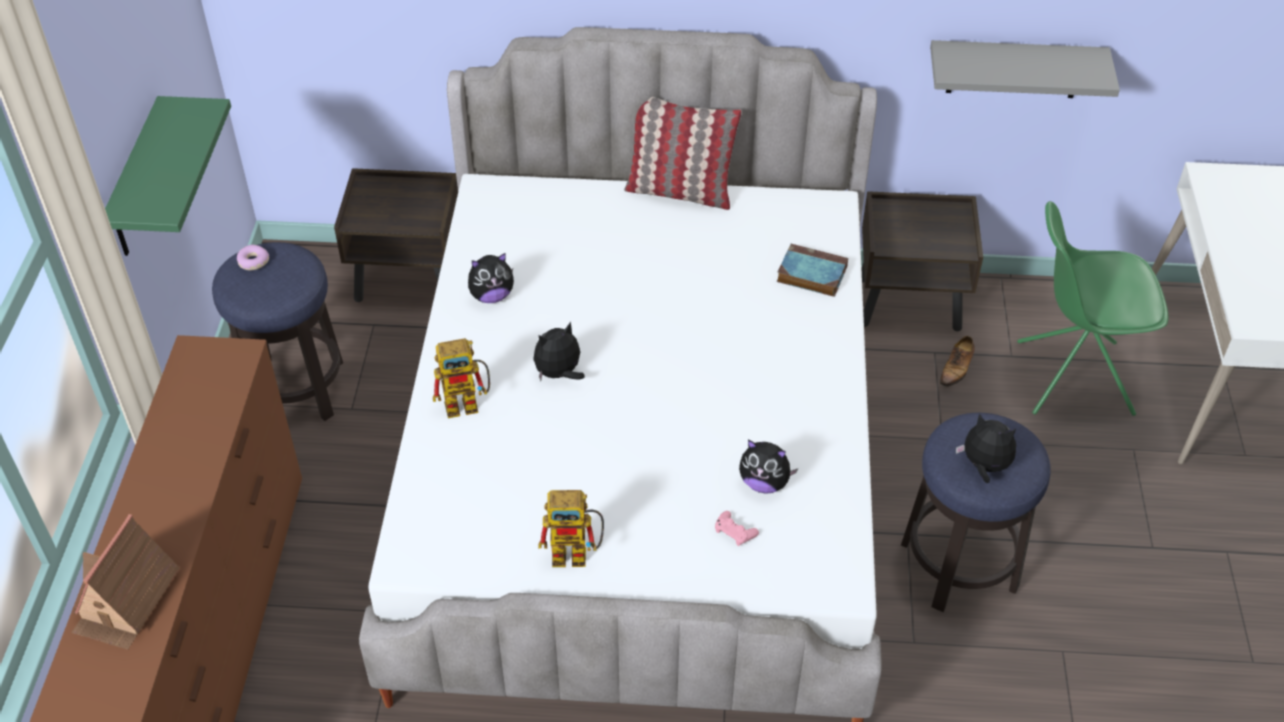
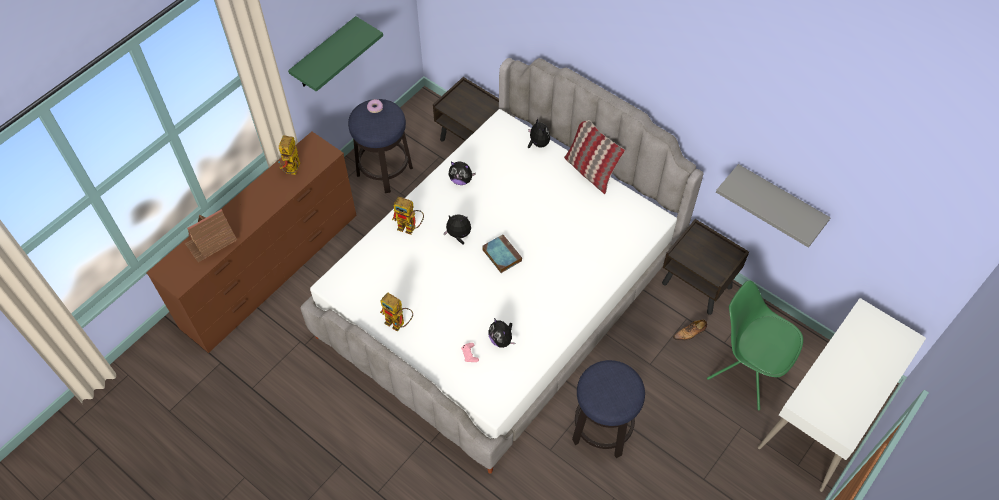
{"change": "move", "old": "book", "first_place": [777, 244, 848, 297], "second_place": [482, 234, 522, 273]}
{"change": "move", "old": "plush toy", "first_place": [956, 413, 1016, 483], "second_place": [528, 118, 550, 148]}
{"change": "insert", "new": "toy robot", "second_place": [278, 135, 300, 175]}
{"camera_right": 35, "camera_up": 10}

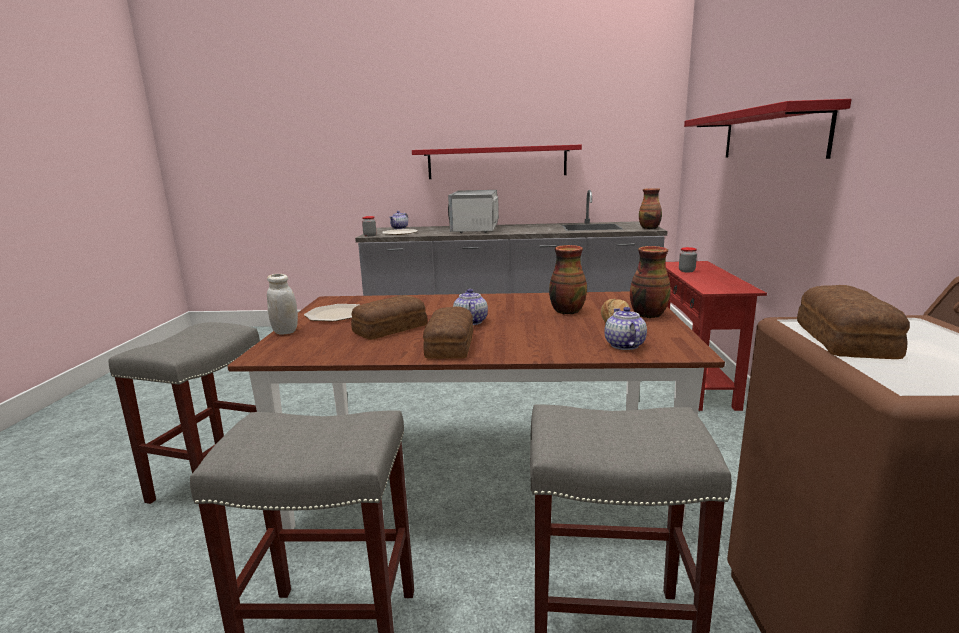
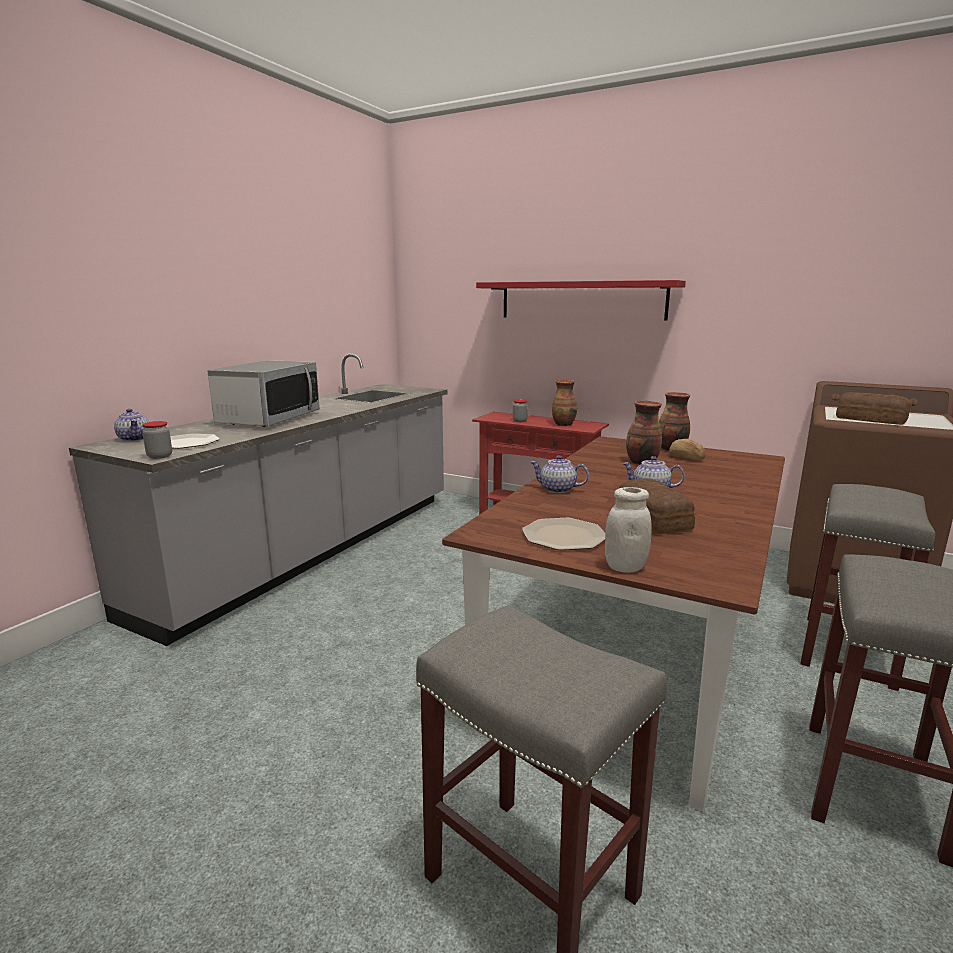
{"change": "delete", "old": "shelf/red", "first_place": [412, 145, 582, 179]}
{"change": "delete", "old": "bread", "first_place": [423, 306, 473, 359]}
{"change": "rotate", "old": "microwave", "first_place": [448, 190, 499, 233], "second_place": [207, 360, 320, 427], "degrees": -105}
{"change": "move", "old": "teapot", "first_place": [604, 307, 647, 350], "second_place": [530, 455, 589, 493]}
{"change": "move", "old": "vase", "first_place": [639, 188, 662, 229], "second_place": [552, 380, 577, 426]}
{"camera_right": -65, "camera_up": 0}

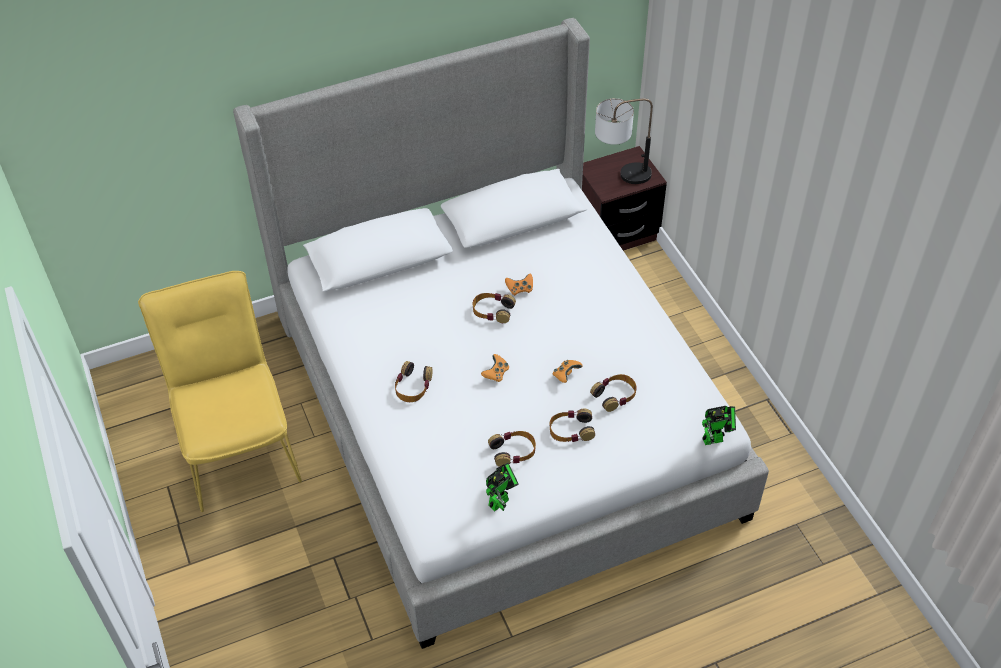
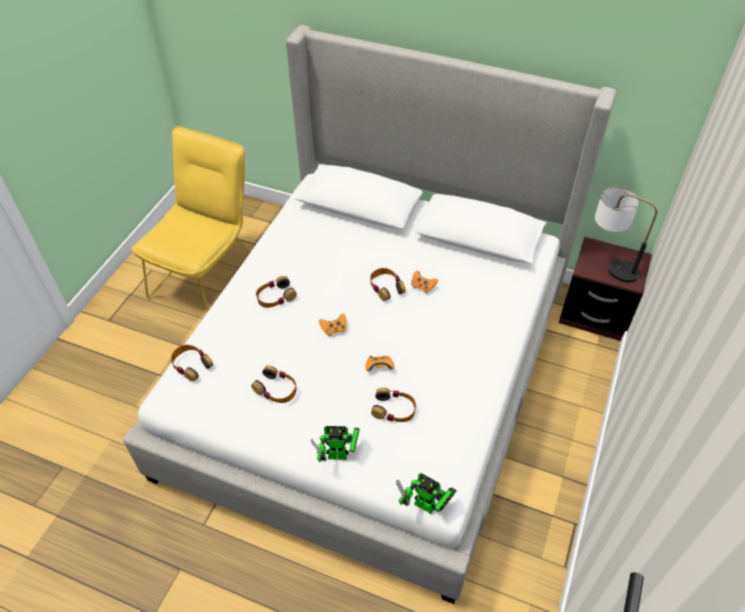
{"change": "move", "old": "toy robot", "first_place": [486, 463, 519, 511], "second_place": [311, 426, 360, 462]}
{"change": "move", "old": "headphones", "first_place": [550, 408, 595, 442], "second_place": [171, 345, 213, 382]}
{"camera_right": 45, "camera_up": 0}

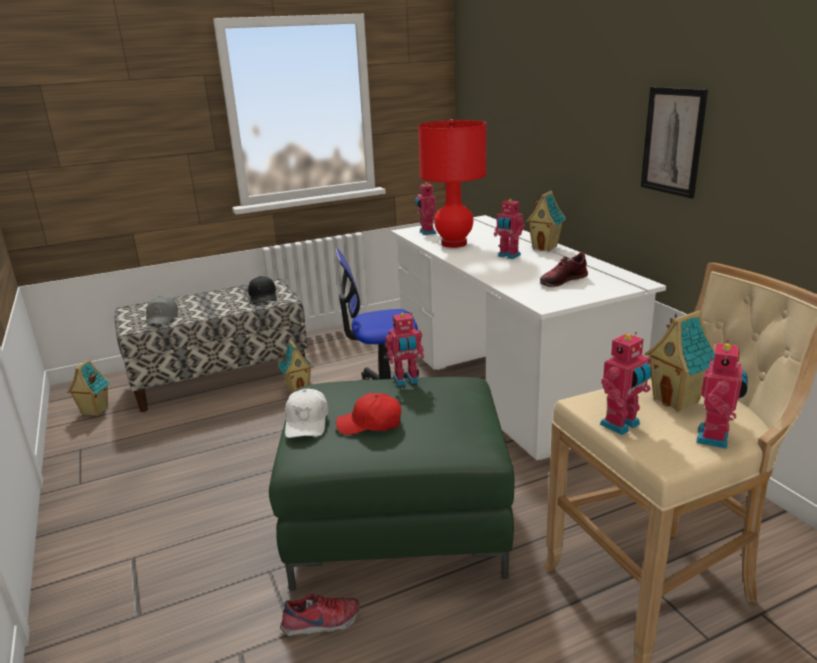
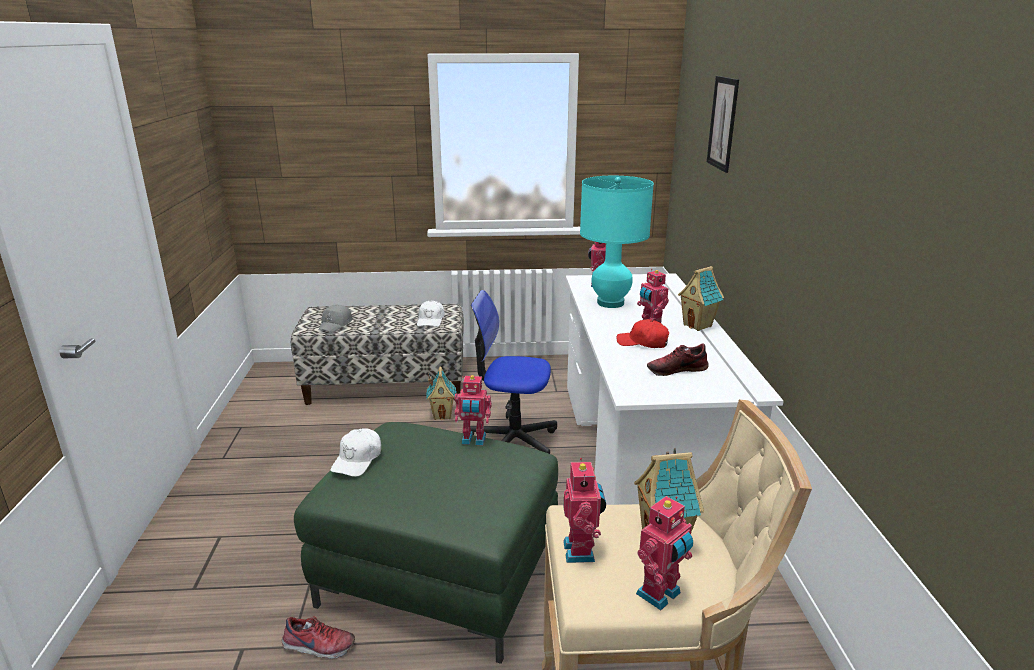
{"change": "delete", "old": "toy house", "first_place": [67, 359, 110, 416]}
{"change": "recolor", "old": "cap/black", "new": "cap/white", "first_place": [248, 276, 277, 304], "second_place": [417, 300, 444, 327]}
{"change": "move", "old": "cap/red", "first_place": [336, 393, 401, 435], "second_place": [617, 319, 669, 348]}
{"change": "recolor", "old": "table lamp/red", "new": "table lamp/turquoise", "first_place": [418, 119, 486, 248], "second_place": [580, 176, 654, 308]}
{"change": "rotate", "old": "toy robot", "first_place": [600, 332, 652, 435], "second_place": [563, 458, 606, 563], "degrees": -75}
{"change": "move", "old": "picture", "first_place": [641, 87, 708, 199], "second_place": [707, 76, 739, 173]}
{"camera_right": 20, "camera_up": 0}

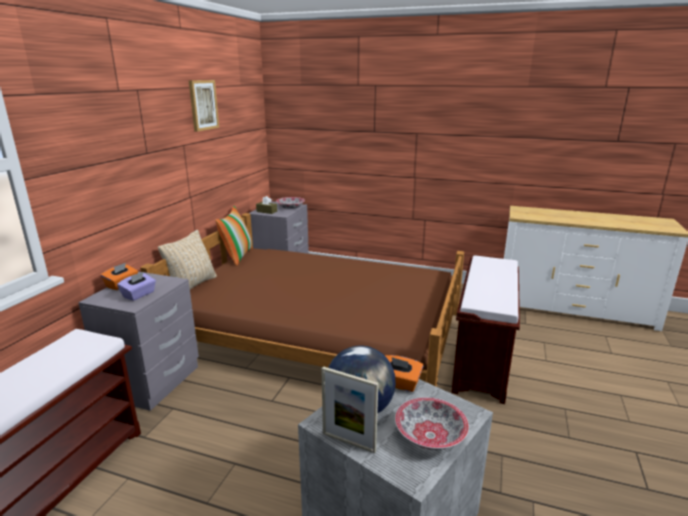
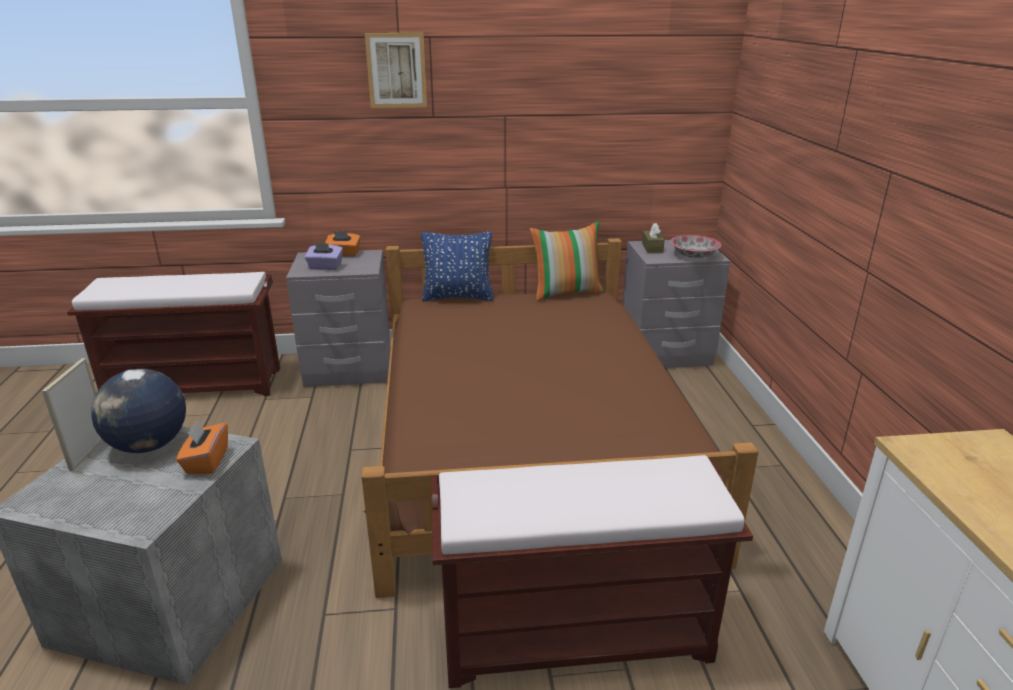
{"change": "recolor", "old": "pillow/beige", "new": "pillow/blue", "first_place": [158, 230, 217, 290], "second_place": [421, 231, 494, 301]}
{"change": "move", "old": "picture", "first_place": [189, 80, 219, 132], "second_place": [365, 33, 427, 108]}
{"change": "delete", "old": "bowl", "first_place": [395, 398, 469, 450]}
{"camera_right": 65, "camera_up": 5}

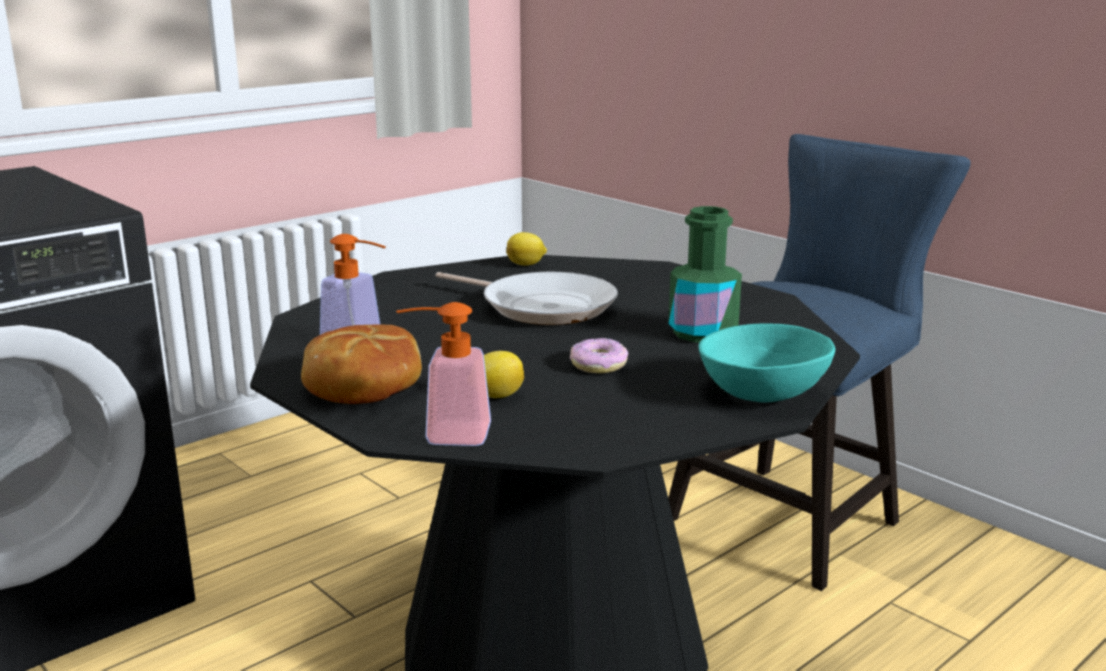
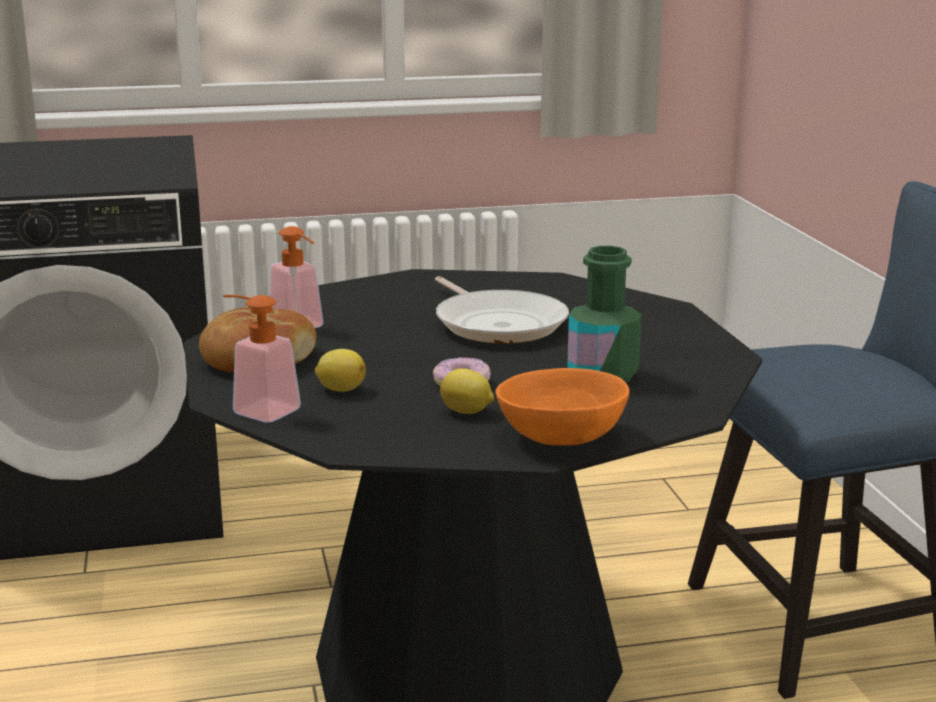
{"change": "move", "old": "lemon", "first_place": [506, 232, 547, 266], "second_place": [440, 369, 494, 414]}
{"change": "recolor", "old": "bowl/turquoise", "new": "bowl/orange", "first_place": [699, 324, 835, 402], "second_place": [496, 368, 629, 446]}
{"camera_right": 30, "camera_up": 0}

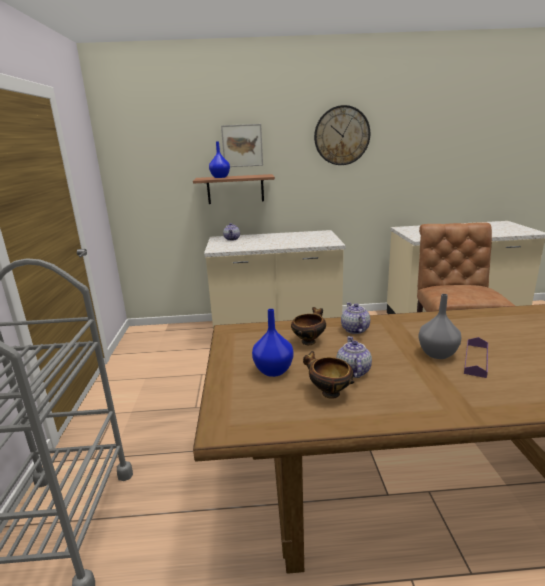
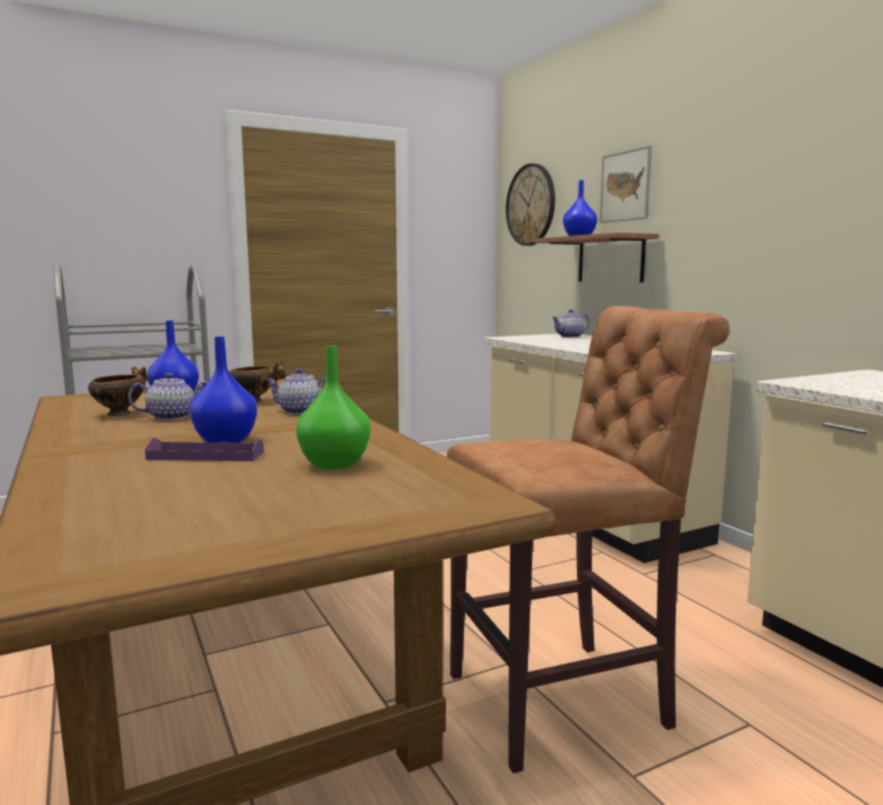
{"change": "move", "old": "wall clock", "first_place": [314, 105, 370, 165], "second_place": [506, 163, 555, 246]}
{"change": "rotate", "old": "teapot", "first_place": [341, 302, 370, 334], "second_place": [265, 369, 326, 414], "degrees": -135}
{"change": "recolor", "old": "vase/grey", "new": "vase/blue", "first_place": [418, 294, 461, 359], "second_place": [189, 337, 257, 443]}
{"change": "insert", "new": "vase/green", "second_place": [296, 346, 371, 470]}
{"camera_right": 65, "camera_up": -10}

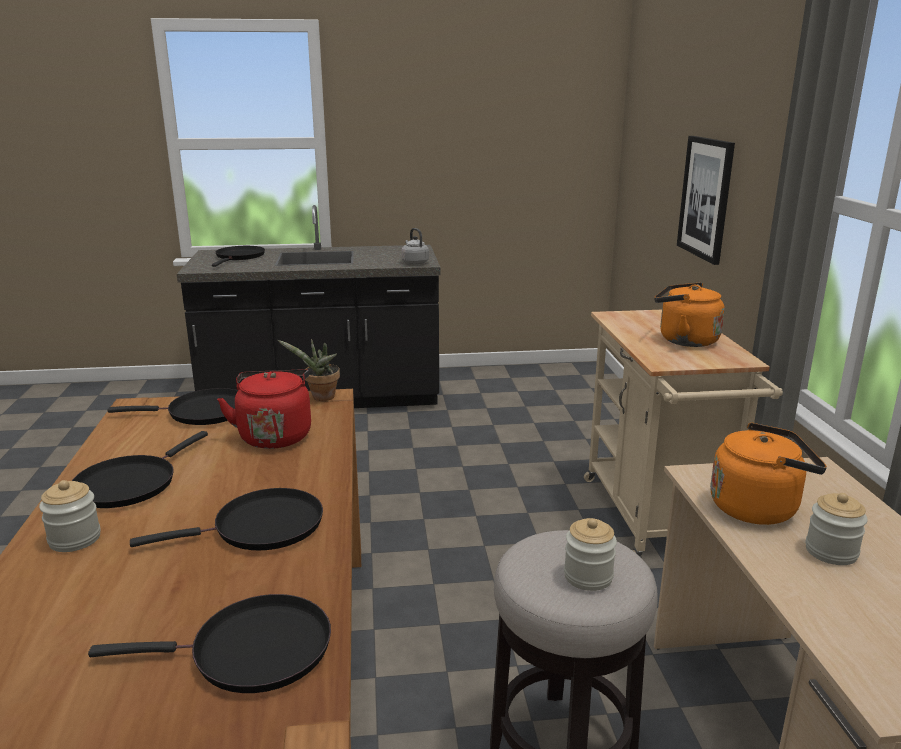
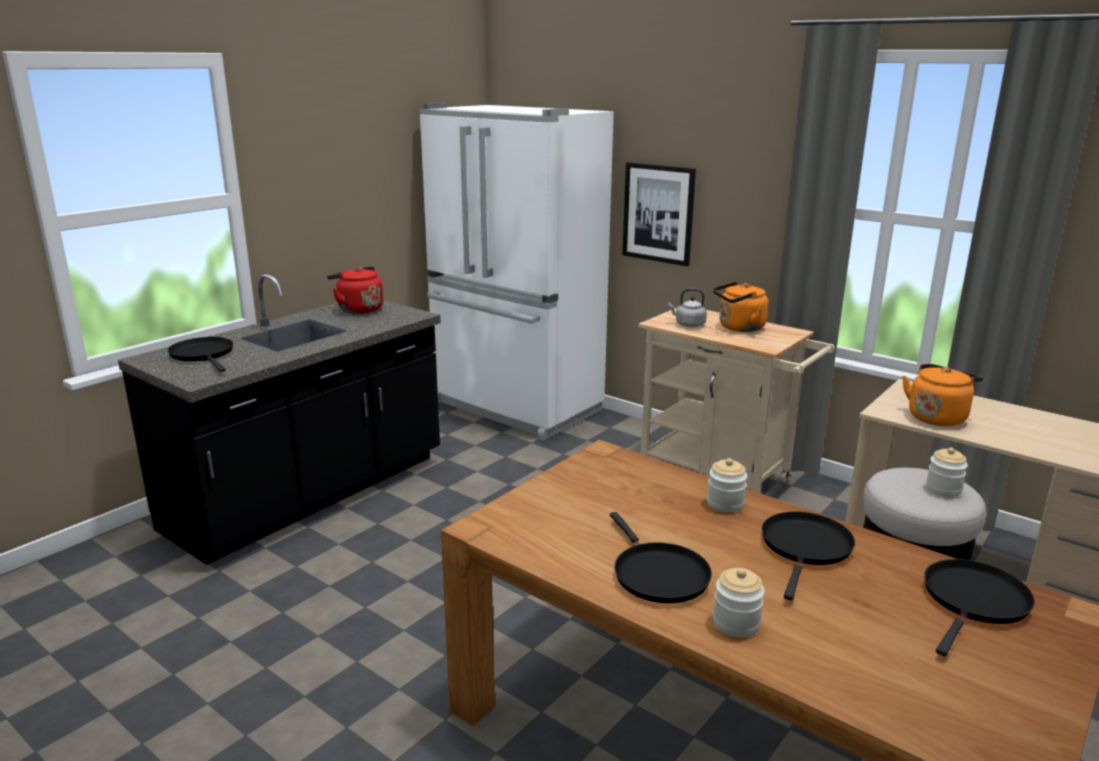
{"change": "delete", "old": "frying pan/black", "first_place": [107, 388, 238, 425]}
{"change": "move", "old": "kettle/red", "first_place": [217, 369, 311, 449], "second_place": [327, 267, 383, 314]}
{"change": "delete", "old": "potted plant", "first_place": [278, 339, 340, 401]}
{"change": "move", "old": "kettle/grey", "first_place": [401, 228, 429, 265], "second_place": [668, 289, 707, 327]}
{"change": "move", "old": "jar", "first_place": [806, 493, 868, 565], "second_place": [707, 458, 747, 513]}
{"change": "insert", "new": "fridge/white", "second_place": [419, 102, 614, 441]}
{"camera_right": -45, "camera_up": 0}

